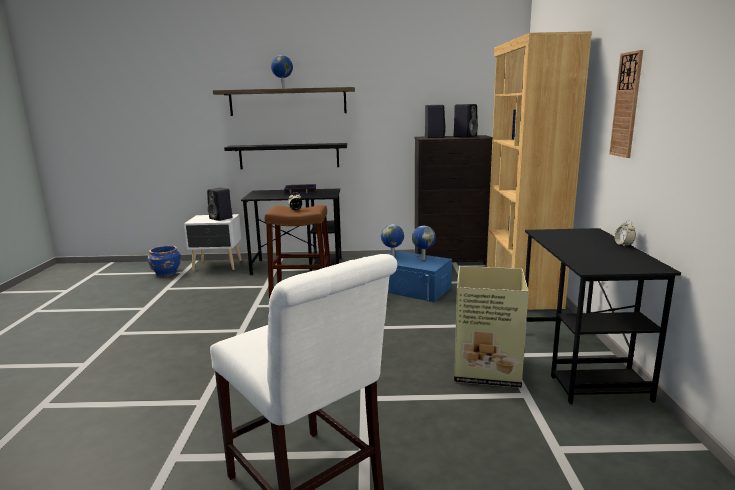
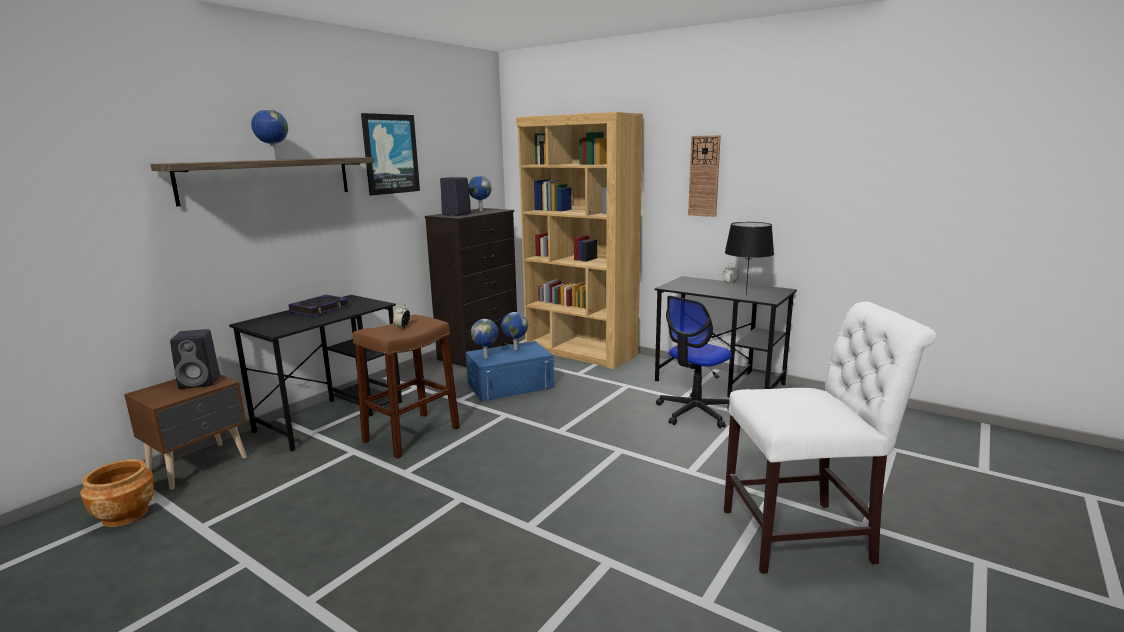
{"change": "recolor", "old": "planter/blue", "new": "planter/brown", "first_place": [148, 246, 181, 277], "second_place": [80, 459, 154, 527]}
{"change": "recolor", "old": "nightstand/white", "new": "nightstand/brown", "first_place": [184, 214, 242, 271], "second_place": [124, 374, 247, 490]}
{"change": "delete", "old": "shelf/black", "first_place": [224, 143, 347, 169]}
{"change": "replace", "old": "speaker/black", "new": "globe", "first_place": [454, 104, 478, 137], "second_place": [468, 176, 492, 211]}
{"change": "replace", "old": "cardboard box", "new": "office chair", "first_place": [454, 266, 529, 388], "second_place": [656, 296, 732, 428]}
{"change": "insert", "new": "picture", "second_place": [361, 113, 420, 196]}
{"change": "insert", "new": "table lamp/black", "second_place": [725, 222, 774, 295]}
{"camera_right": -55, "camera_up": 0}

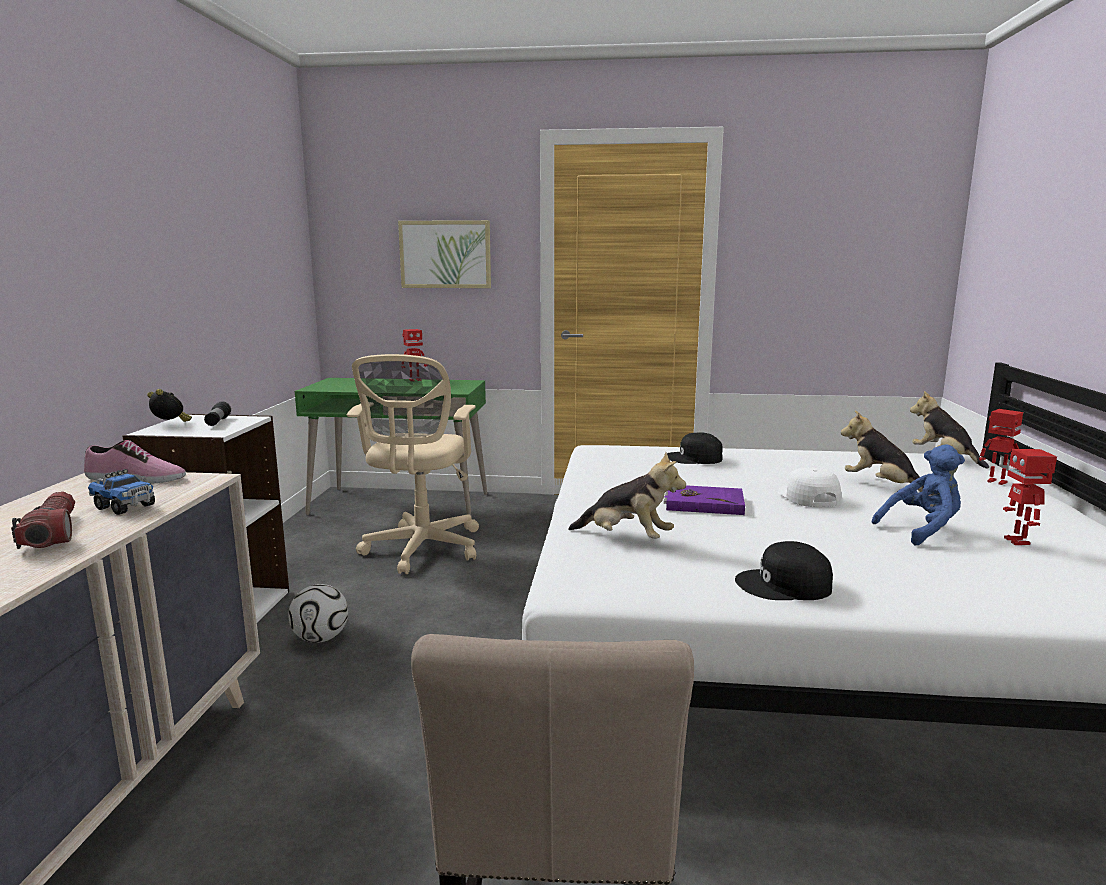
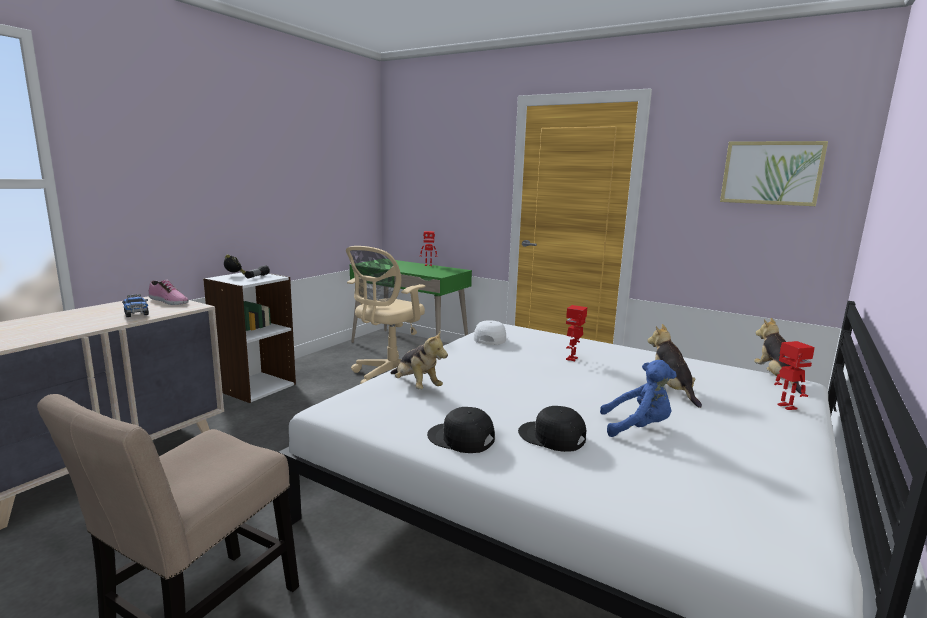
{"change": "delete", "old": "flashlight", "first_place": [11, 492, 75, 549]}
{"change": "delete", "old": "football", "first_place": [288, 584, 348, 643]}
{"change": "move", "old": "picture", "first_place": [398, 220, 491, 288], "second_place": [720, 141, 828, 206]}
{"change": "delete", "old": "book/purple", "first_place": [663, 485, 745, 515]}
{"change": "move", "old": "cap/black", "first_place": [667, 432, 723, 464], "second_place": [518, 406, 586, 452]}
{"change": "move", "old": "cap/white", "first_place": [778, 467, 841, 507], "second_place": [474, 320, 508, 345]}
{"change": "move", "old": "toy robot", "first_place": [1003, 449, 1057, 545], "second_place": [566, 305, 587, 361]}
{"camera_right": 25, "camera_up": 0}

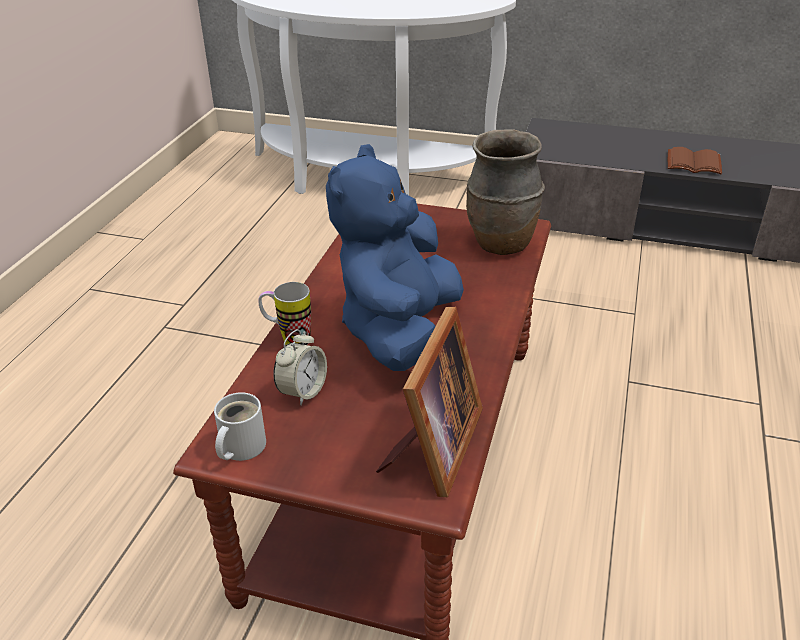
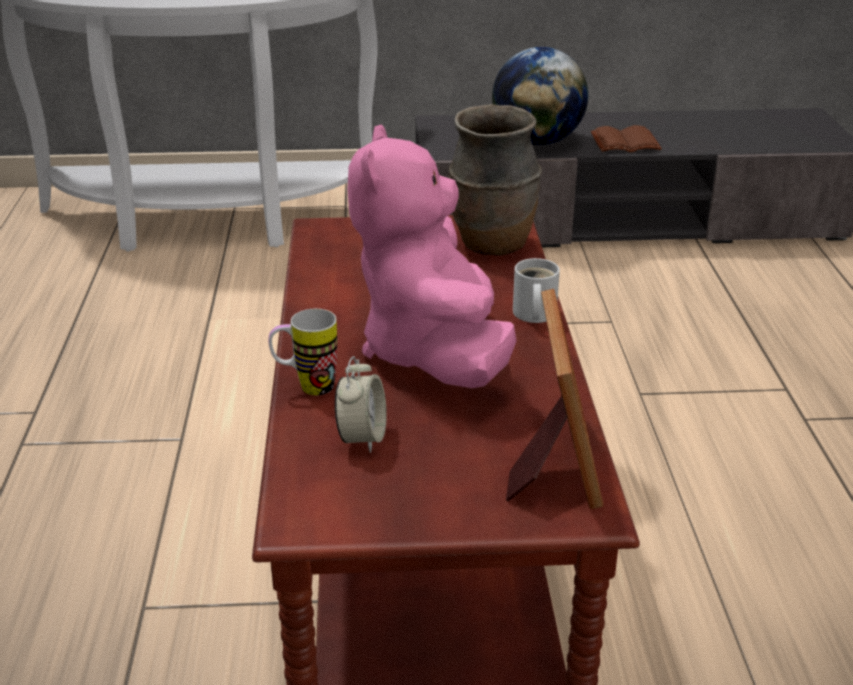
{"change": "move", "old": "mug/white", "first_place": [214, 392, 266, 461], "second_place": [513, 258, 560, 323]}
{"change": "recolor", "old": "plush toy/blue", "new": "plush toy/pink", "first_place": [326, 144, 464, 371], "second_place": [347, 124, 517, 388]}
{"change": "insert", "new": "globe", "second_place": [492, 47, 588, 145]}
{"camera_right": -20, "camera_up": -5}

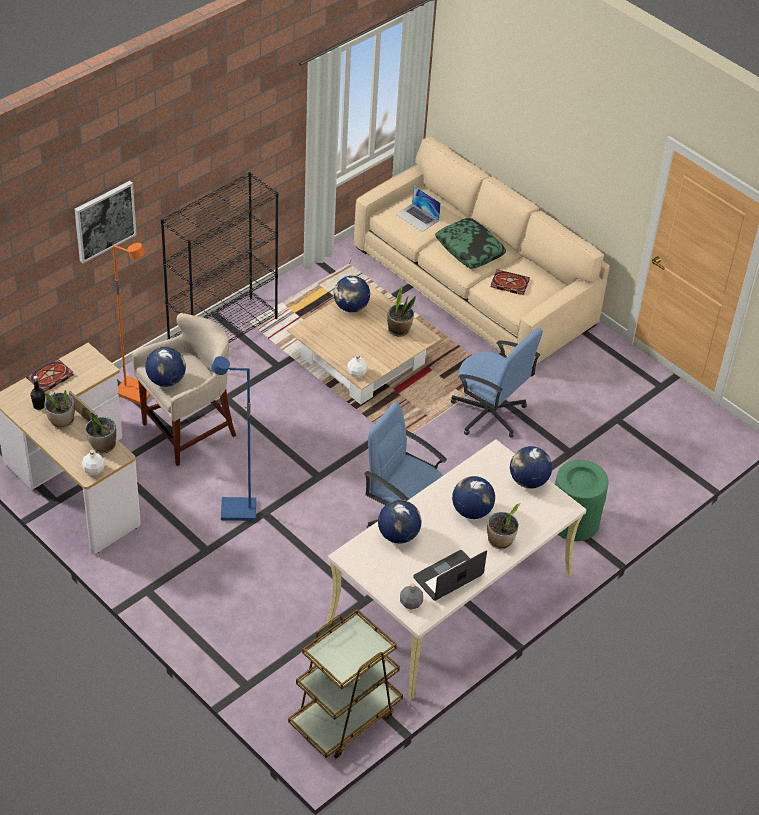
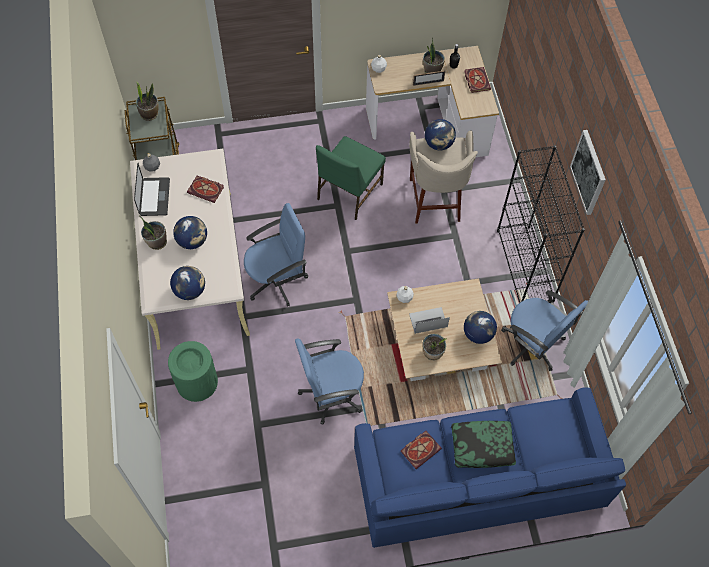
{"change": "move", "old": "picture", "first_place": [75, 181, 137, 263], "second_place": [570, 130, 606, 215]}
{"change": "move", "old": "potted plant", "first_place": [84, 407, 116, 453], "second_place": [136, 81, 159, 121]}
{"change": "delete", "old": "floor lamp/orange", "first_place": [113, 243, 150, 405]}
{"change": "replace", "old": "floor lamp/blue", "new": "chair/green", "first_place": [211, 356, 256, 521], "second_place": [316, 136, 386, 220]}
{"change": "recolor", "old": "sofa/beige", "new": "sofa/blue", "first_place": [354, 137, 610, 368], "second_place": [354, 387, 626, 548]}
{"change": "replace", "old": "globe", "new": "book", "first_place": [378, 500, 422, 544], "second_place": [187, 176, 224, 203]}
{"change": "move", "old": "laptop", "first_place": [395, 186, 441, 232], "second_place": [409, 307, 450, 334]}
{"change": "insert", "new": "office chair/blue", "second_place": [501, 290, 588, 371]}
{"camera_right": 125, "camera_up": 15}

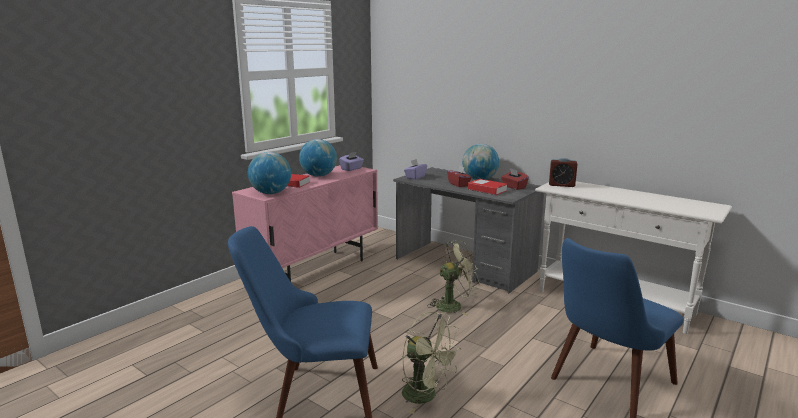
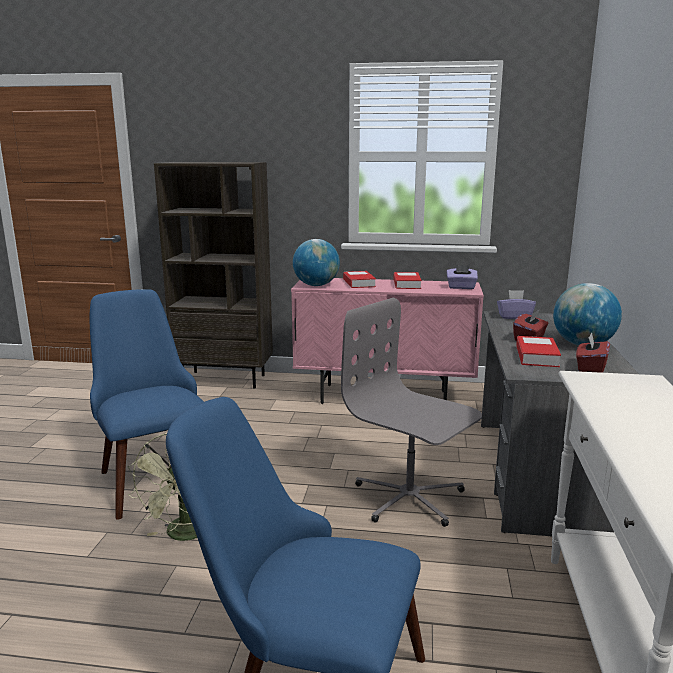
{"change": "replace", "old": "globe", "new": "book", "first_place": [299, 139, 337, 177], "second_place": [394, 272, 422, 289]}
{"change": "replace", "old": "fan/green", "new": "office chair/grey", "first_place": [427, 240, 480, 316], "second_place": [341, 298, 482, 527]}
{"change": "delete", "old": "alarm clock", "first_place": [549, 158, 577, 187]}
{"change": "insert", "new": "bookcase/brown", "second_place": [154, 162, 273, 389]}
{"camera_right": 60, "camera_up": 0}

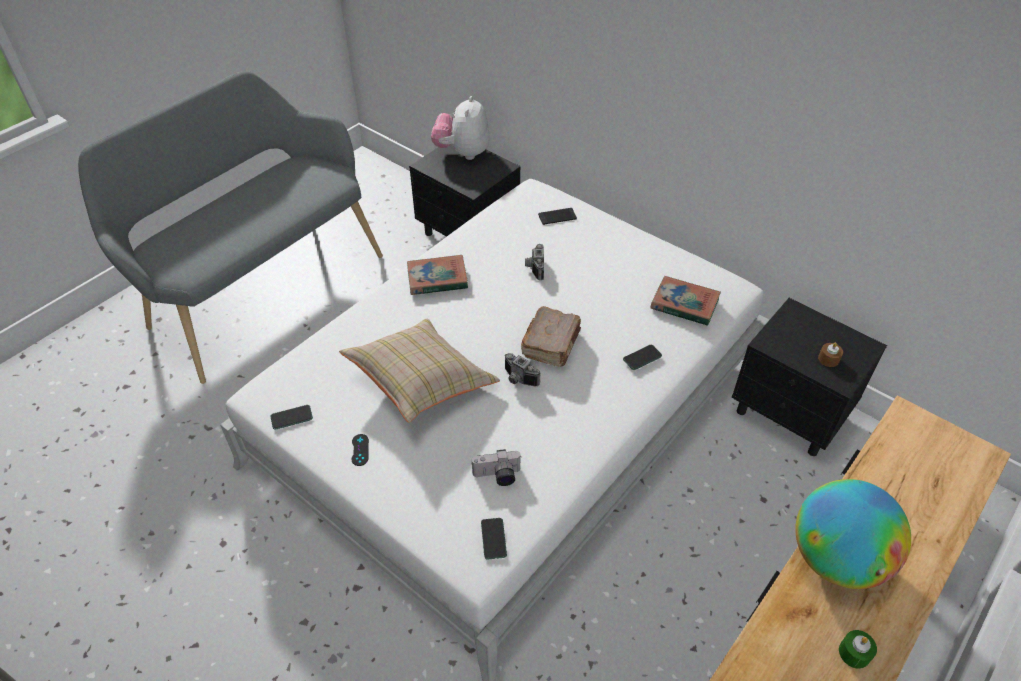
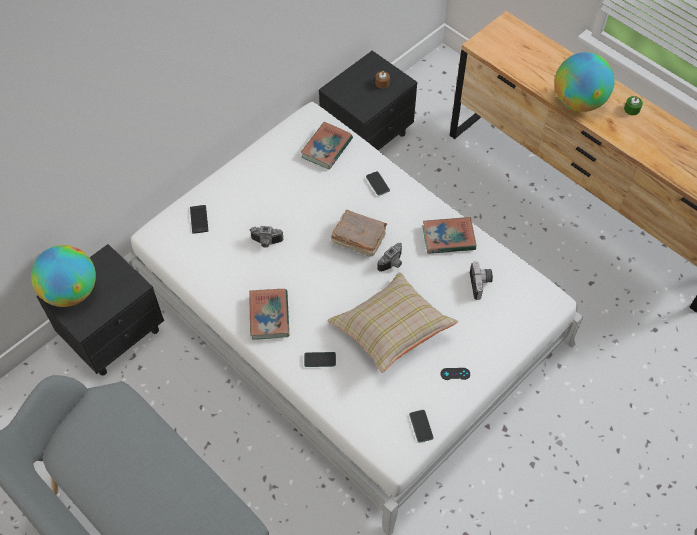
{"change": "replace", "old": "plush toy", "new": "globe", "first_place": [431, 96, 490, 160], "second_place": [31, 245, 96, 307]}
{"change": "move", "old": "phone", "first_place": [481, 518, 507, 560], "second_place": [304, 352, 336, 367]}
{"change": "insert", "new": "book", "second_place": [423, 217, 476, 254]}
{"camera_right": -85, "camera_up": 10}

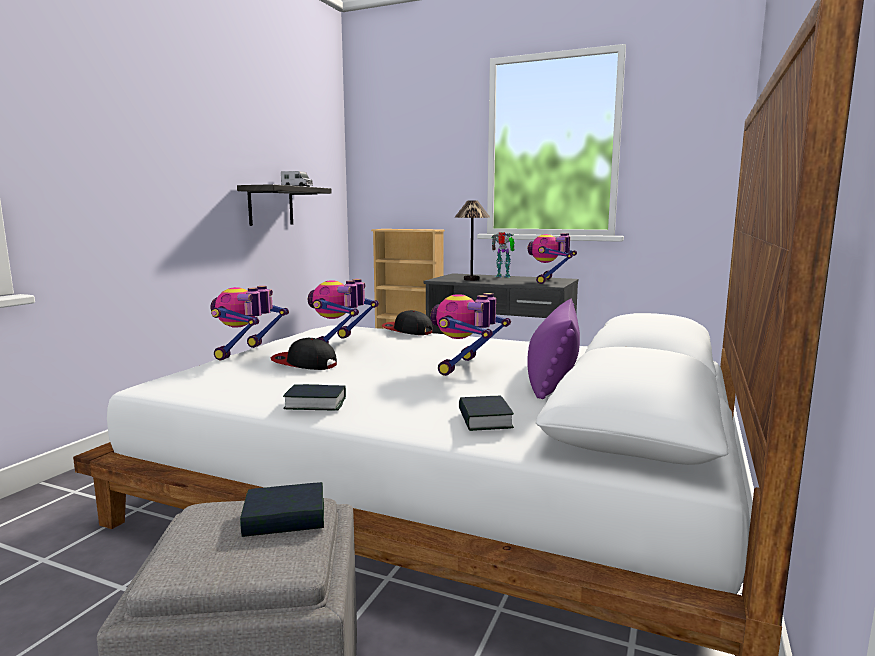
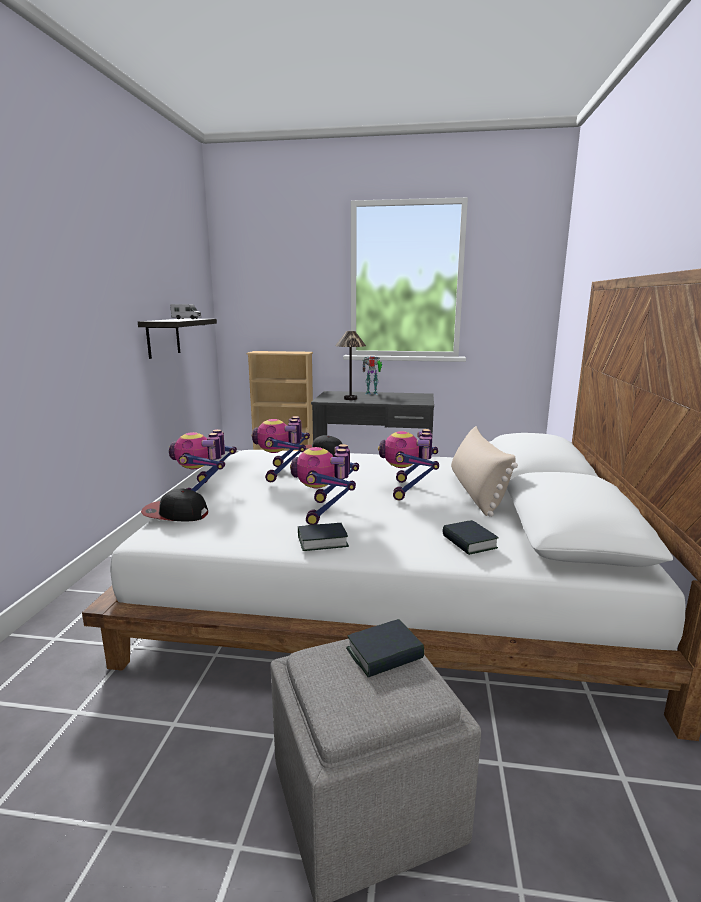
{"change": "move", "old": "cap", "first_place": [271, 338, 337, 370], "second_place": [141, 489, 208, 521]}
{"change": "move", "old": "toy robot", "first_place": [527, 233, 577, 284], "second_place": [290, 444, 359, 525]}
{"change": "recolor", "old": "pillow/purple", "new": "pillow/beige", "first_place": [527, 299, 580, 399], "second_place": [451, 426, 518, 517]}
{"camera_right": -15, "camera_up": 5}

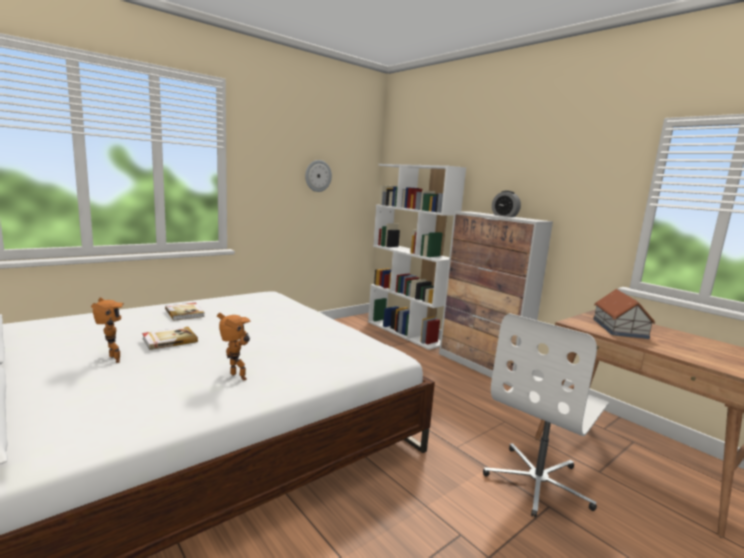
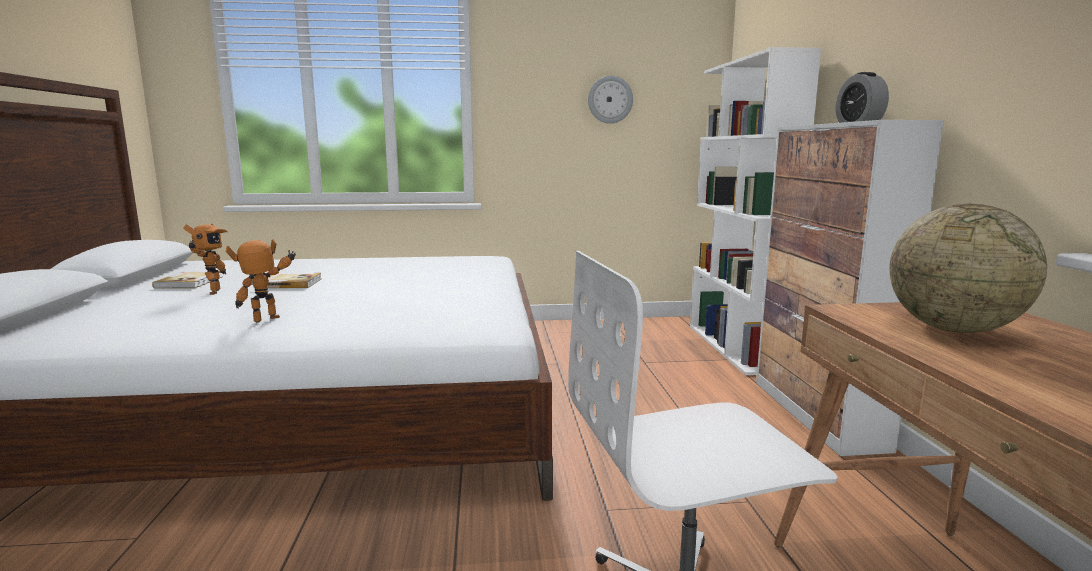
{"change": "move", "old": "book", "first_place": [165, 303, 205, 320], "second_place": [152, 271, 222, 288]}
{"change": "rotate", "old": "toy robot", "first_place": [217, 313, 251, 381], "second_place": [226, 239, 296, 323], "degrees": -120}
{"change": "replace", "old": "toy house", "new": "globe", "first_place": [593, 289, 655, 339], "second_place": [889, 204, 1047, 333]}
{"camera_right": 35, "camera_up": 0}

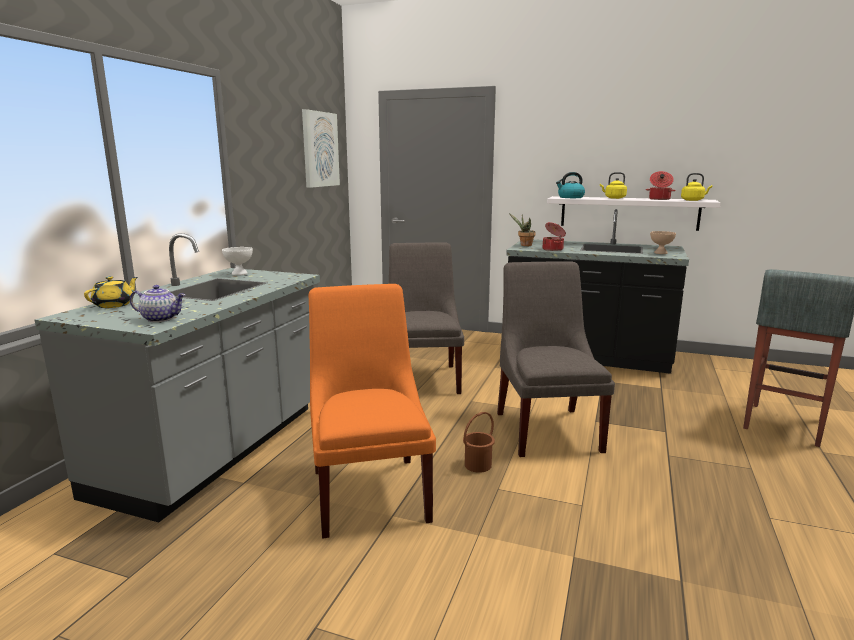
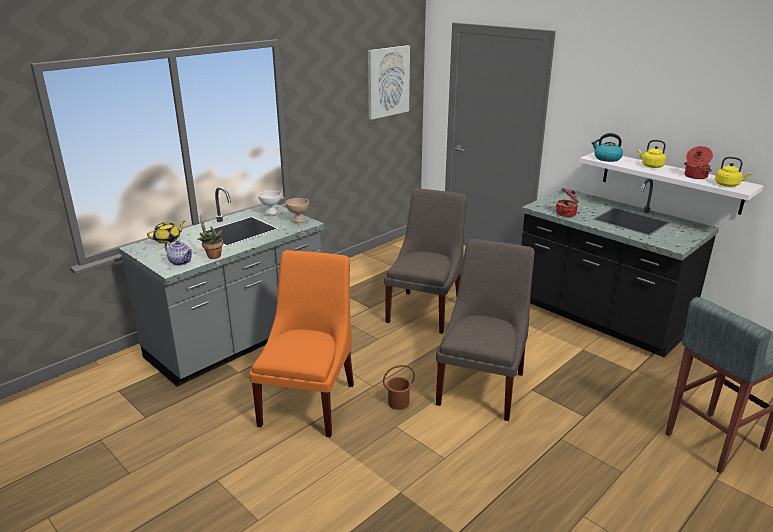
{"change": "move", "old": "potted plant", "first_place": [509, 213, 536, 246], "second_place": [197, 215, 223, 259]}
{"change": "move", "old": "bowl/beige", "first_place": [650, 231, 676, 254], "second_place": [285, 198, 309, 223]}
{"camera_right": 25, "camera_up": 10}

